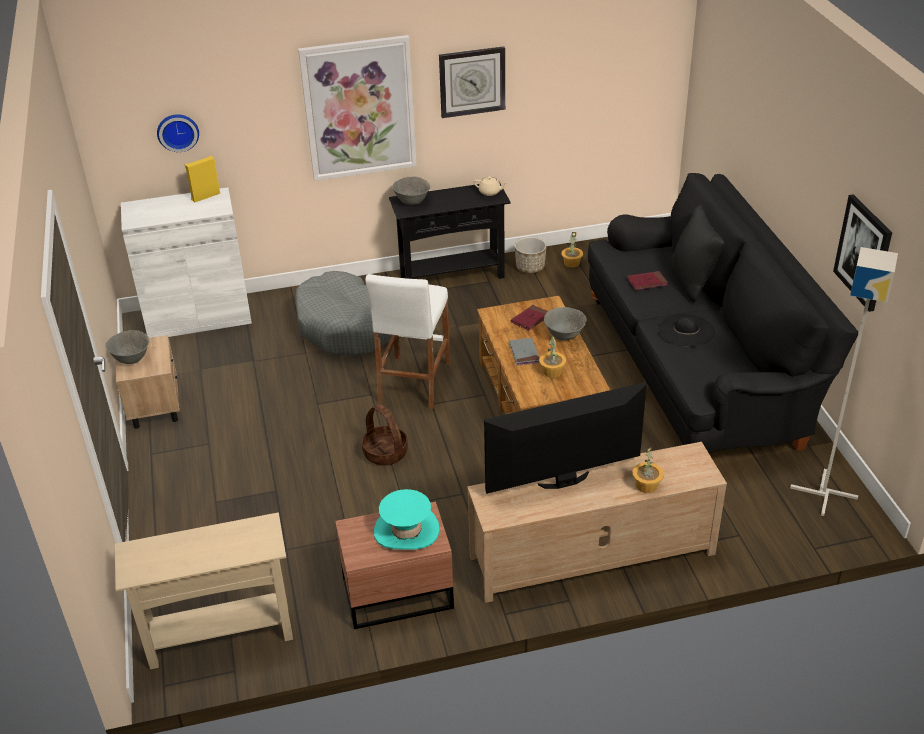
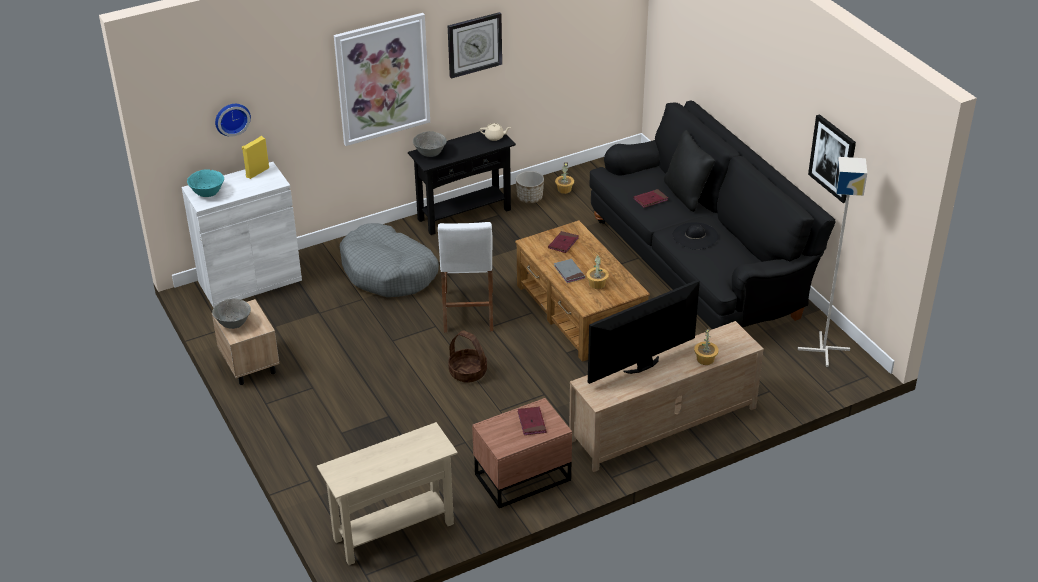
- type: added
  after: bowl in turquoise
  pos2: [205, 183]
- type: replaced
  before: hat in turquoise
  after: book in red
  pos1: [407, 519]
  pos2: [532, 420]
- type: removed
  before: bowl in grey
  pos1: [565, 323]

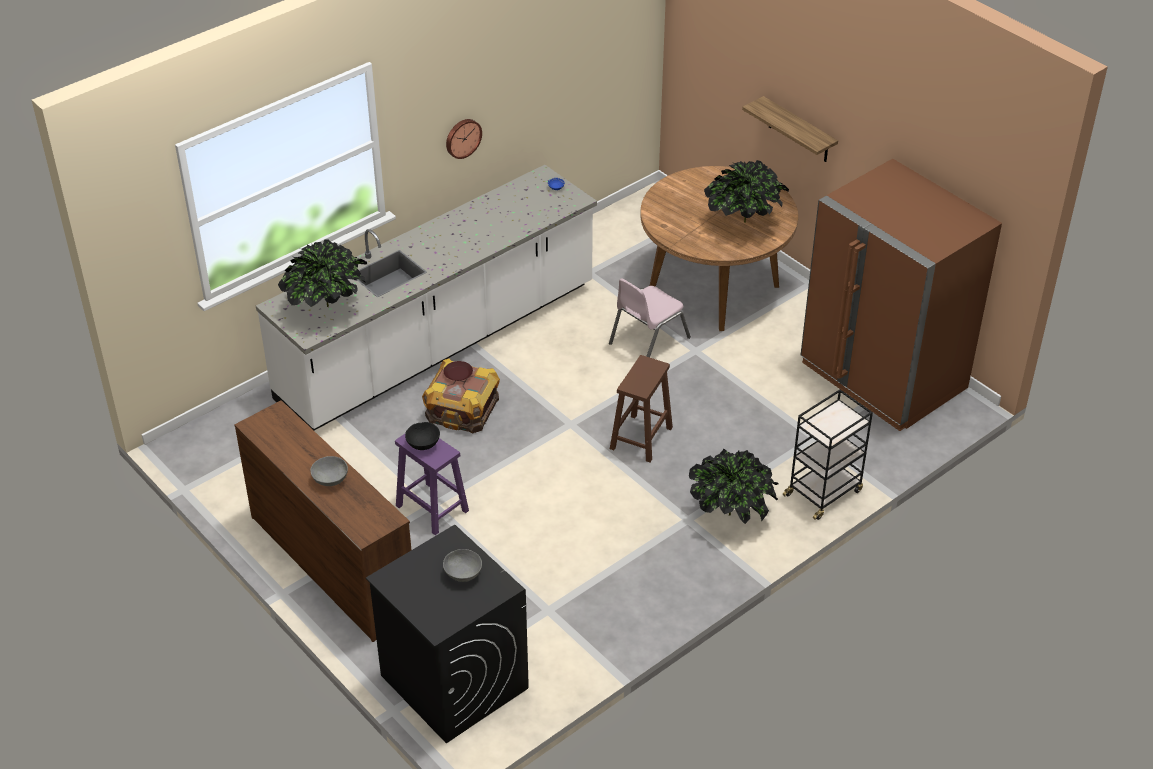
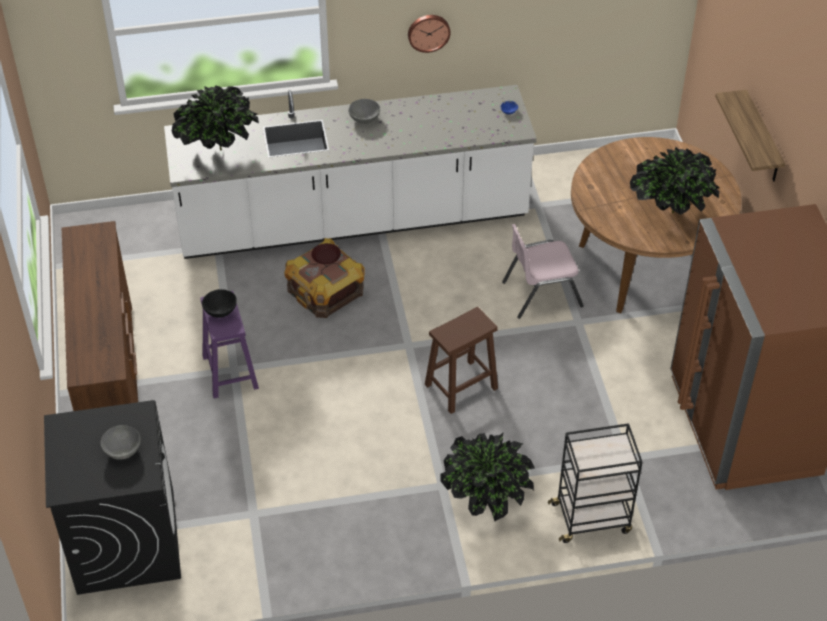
- type: moved
  before: bowl in grey
  pos1: [329, 471]
  pos2: [364, 111]

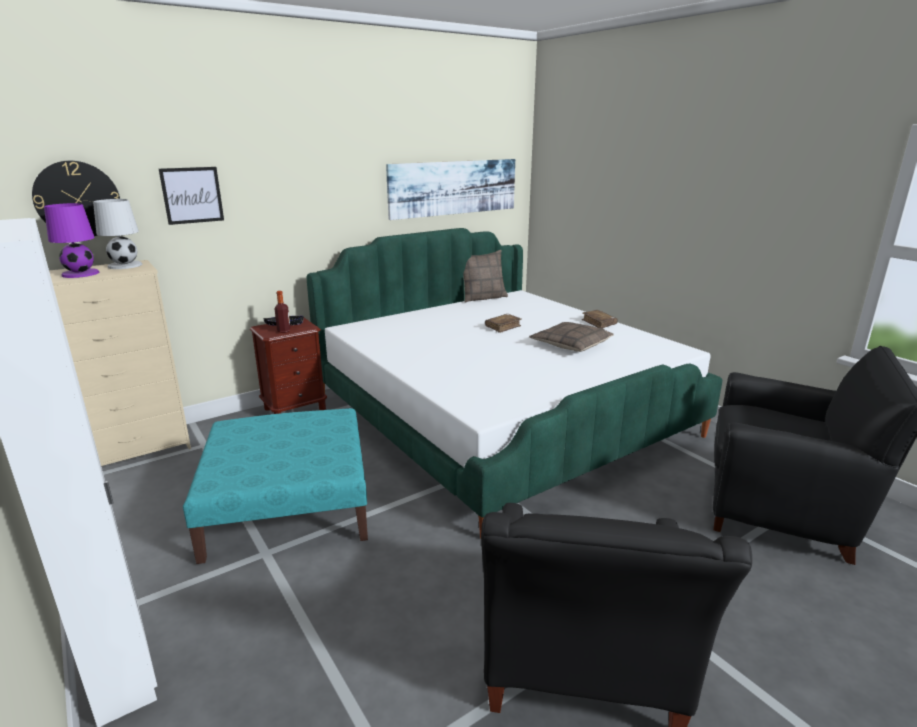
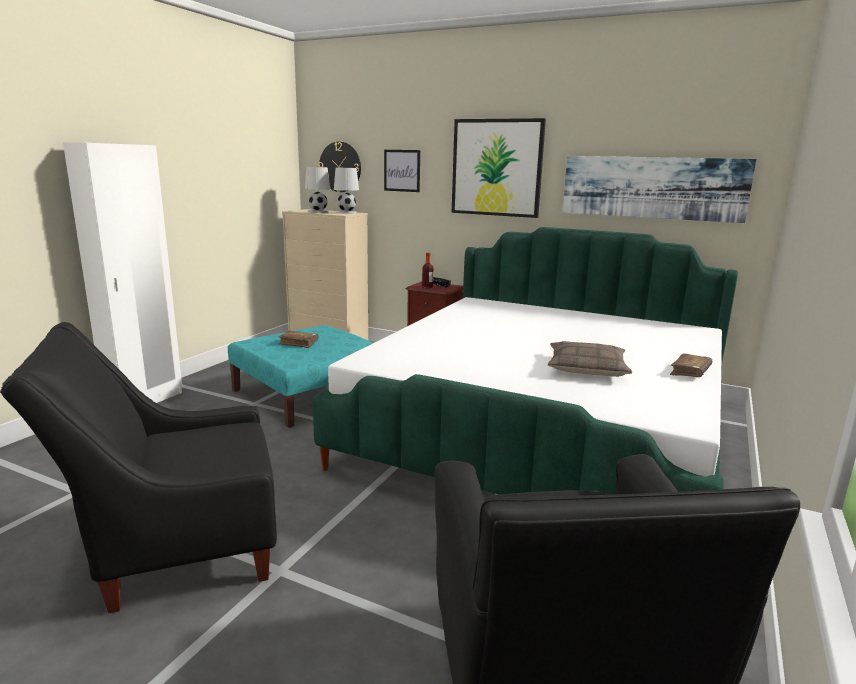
- type: moved
  before: book in brown
  pos1: [503, 323]
  pos2: [298, 339]
- type: recoloured
  before: table lamp in purple
  after: table lamp in white
  pos1: [71, 240]
  pos2: [317, 190]
- type: added
  after: picture
  pos2: [499, 168]
- type: removed
  before: pillow
  pos1: [485, 276]

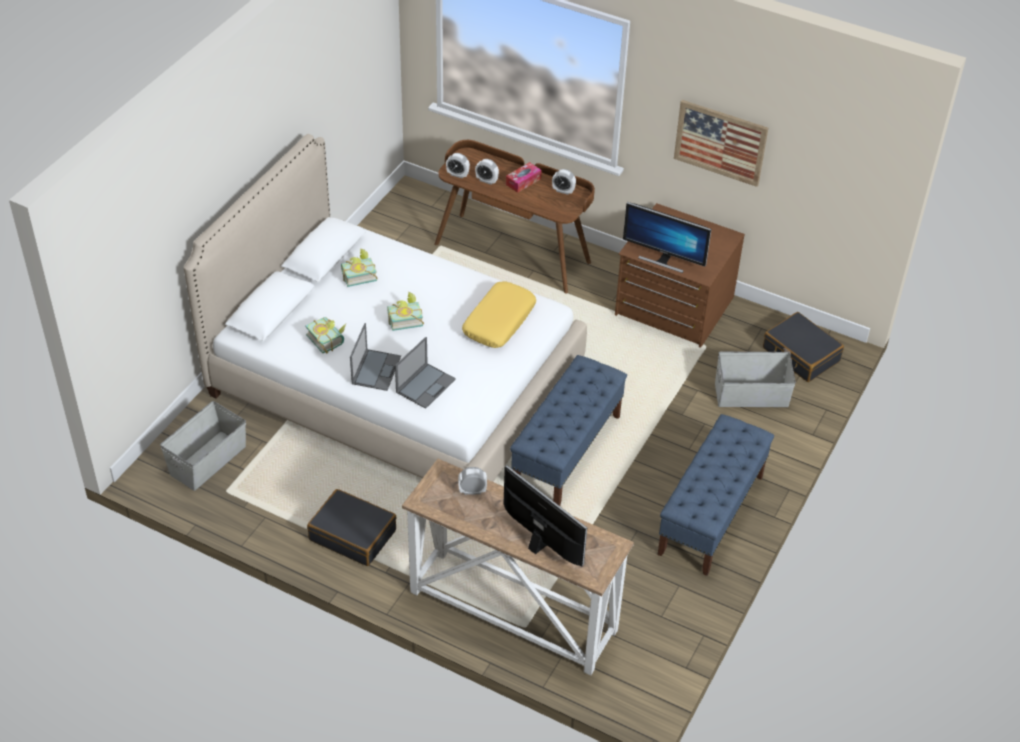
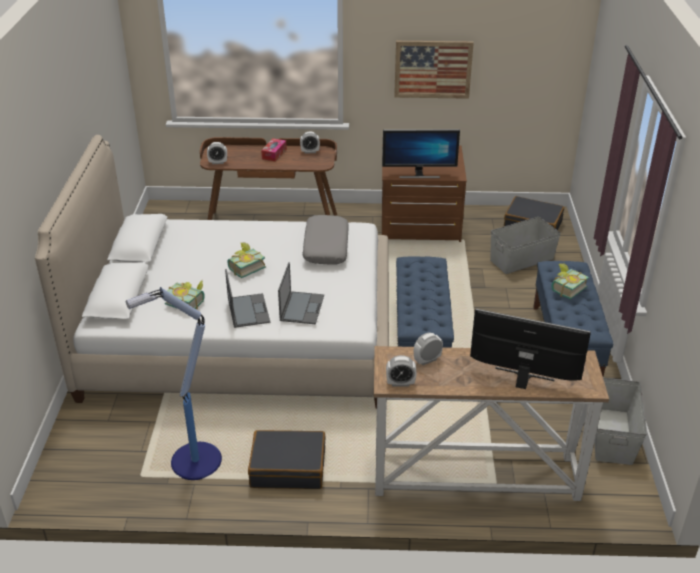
- type: added
  after: floor lamp
  pos2: [174, 383]
- type: recoloured
  before: pillow in yellow
  after: pillow in grey
  pos1: [499, 314]
  pos2: [326, 240]
- type: moved
  before: alarm clock
  pos1: [487, 172]
  pos2: [401, 371]
- type: moved
  before: book
  pos1: [359, 268]
  pos2: [570, 281]
- type: moved
  before: storage box in grey
  pos1: [203, 446]
  pos2: [620, 421]

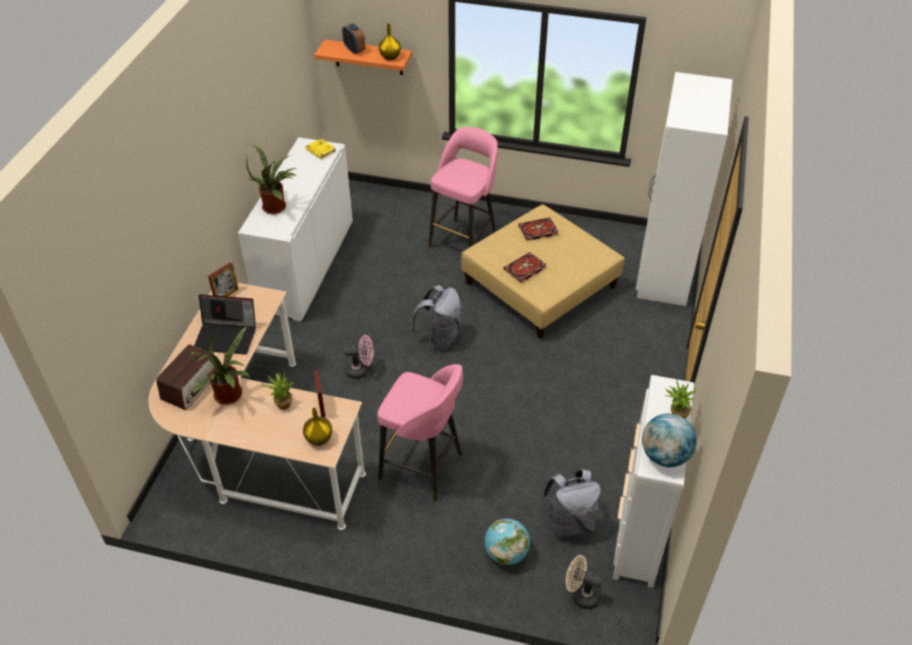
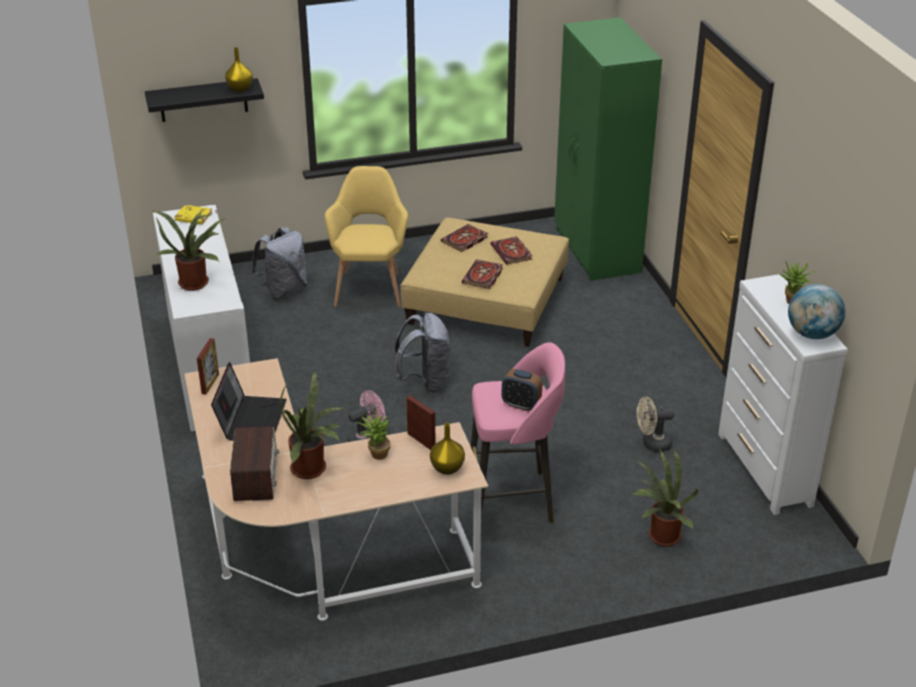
- type: recoloured
  before: shelf in orange
  after: shelf in black
  pos1: [363, 57]
  pos2: [204, 100]
- type: turned
  before: laptop
  pos1: [225, 325]
  pos2: [249, 401]
  turn: -60
- type: moved
  before: backpack in grey
  pos1: [571, 503]
  pos2: [279, 263]
- type: replaced
  before: stool in pink
  after: armchair in yellow
  pos1: [463, 187]
  pos2: [366, 237]
- type: added
  after: book
  pos2: [511, 250]
- type: moved
  before: alarm clock
  pos1: [353, 39]
  pos2: [522, 390]
- type: recoloured
  before: wardrobe in white
  after: wardrobe in green
  pos1: [684, 189]
  pos2: [608, 149]
- type: replaced
  before: globe
  after: potted plant
  pos1: [507, 542]
  pos2: [665, 497]
- type: moved
  before: fan in beige
  pos1: [584, 582]
  pos2: [655, 424]

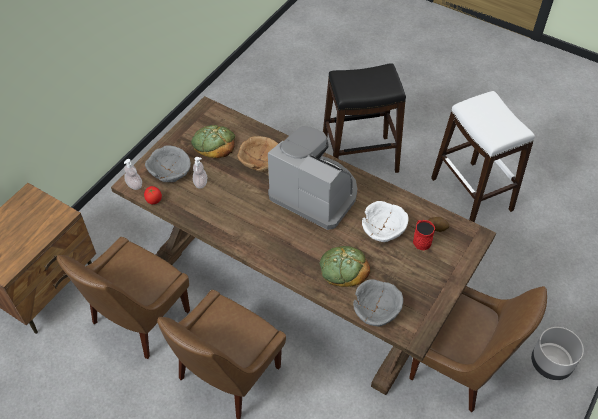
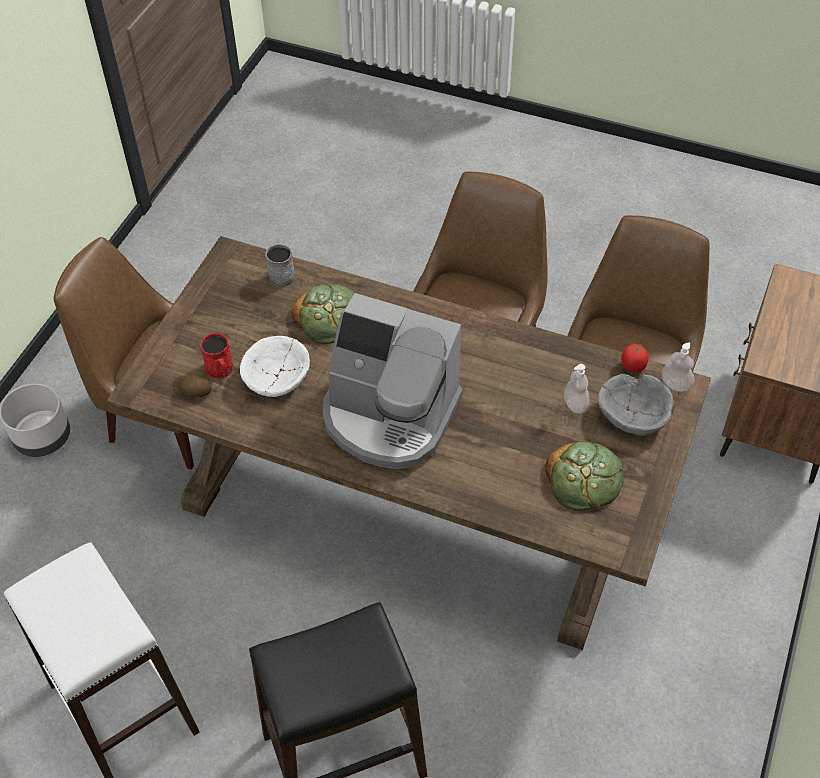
- type: replaced
  before: bowl in grey
  after: mug in grey
  pos1: [378, 303]
  pos2: [280, 265]
- type: removed
  before: bowl in brown
  pos1: [257, 154]

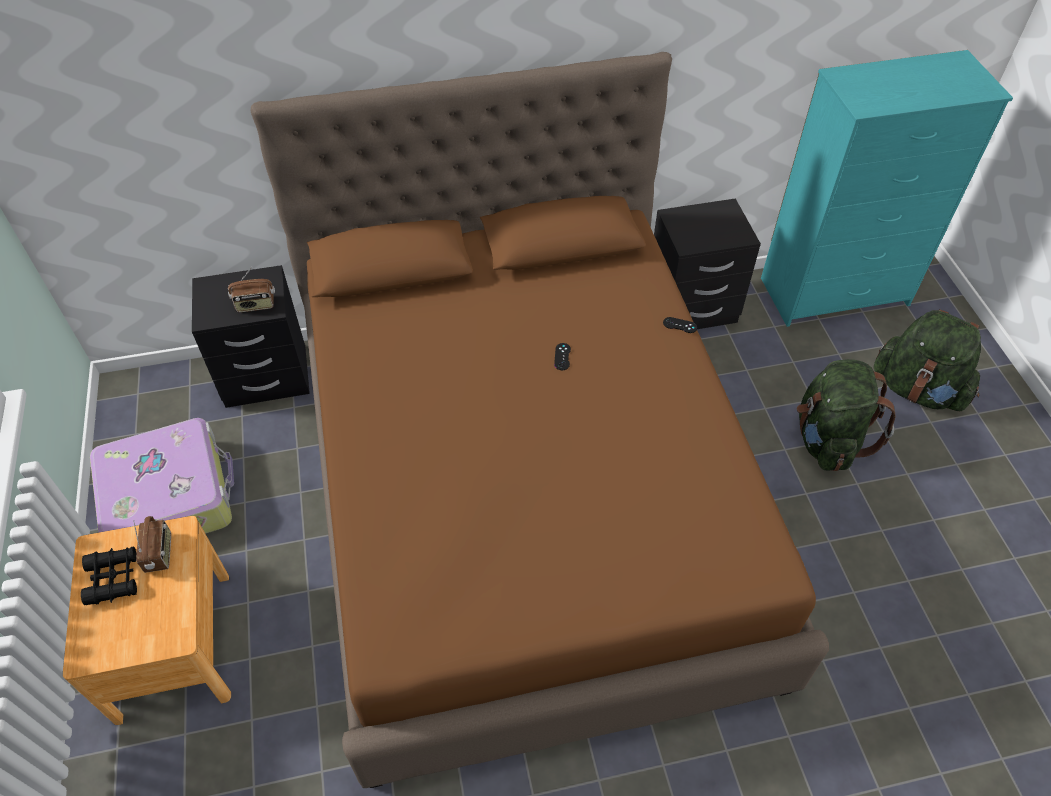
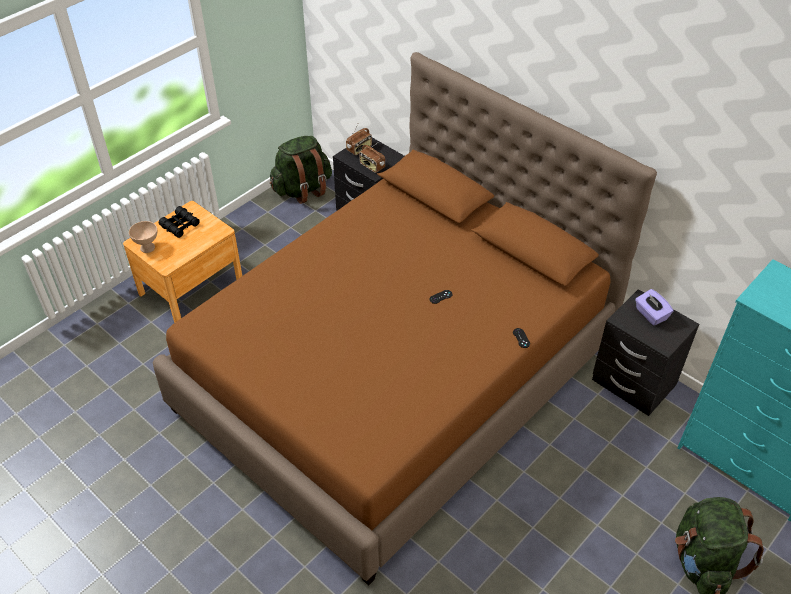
- type: added
  after: bowl in beige
  pos2: [143, 237]
- type: moved
  before: backpack in green
  pos1: [846, 415]
  pos2: [301, 170]
- type: moved
  before: radio
  pos1: [152, 544]
  pos2: [359, 138]
- type: added
  after: tissue box in purple
  pos2: [654, 307]
- type: removed
  before: suitcase
  pos1: [162, 476]

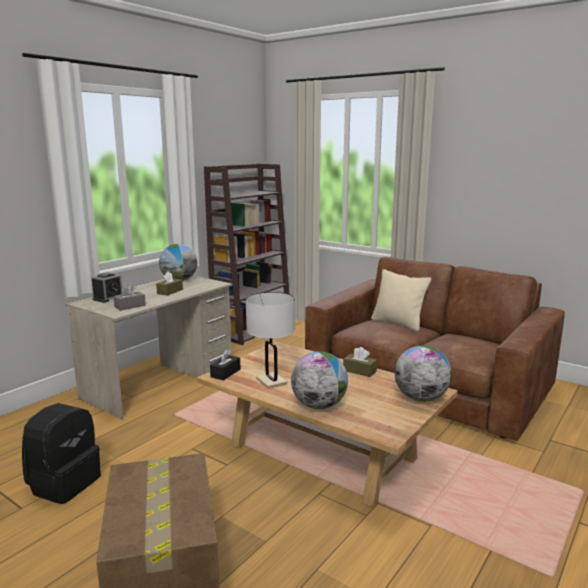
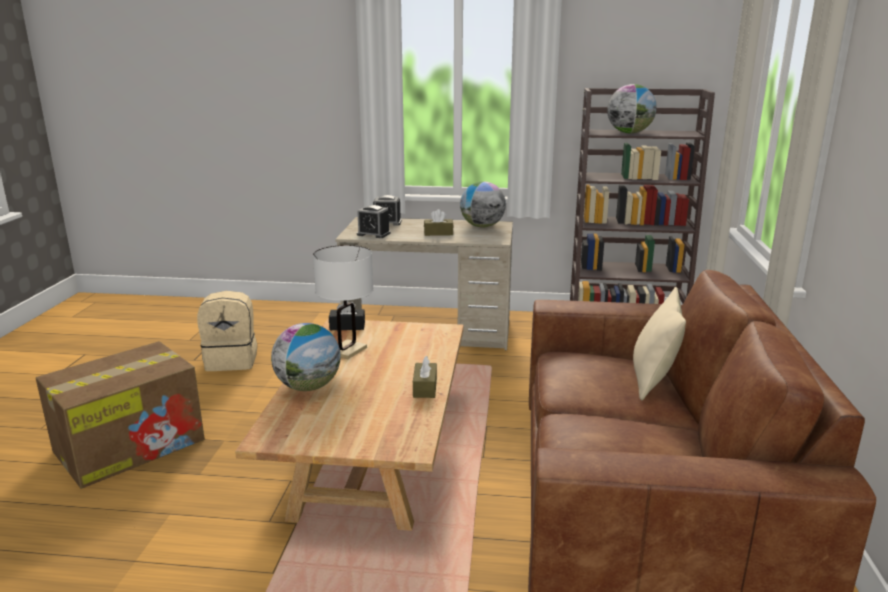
- type: recoloured
  before: backpack in black
  after: backpack in beige
  pos1: [61, 453]
  pos2: [227, 331]
- type: replaced
  before: tissue box in grey
  after: alarm clock
  pos1: [130, 297]
  pos2: [374, 221]
- type: moved
  before: globe
  pos1: [423, 374]
  pos2: [632, 108]

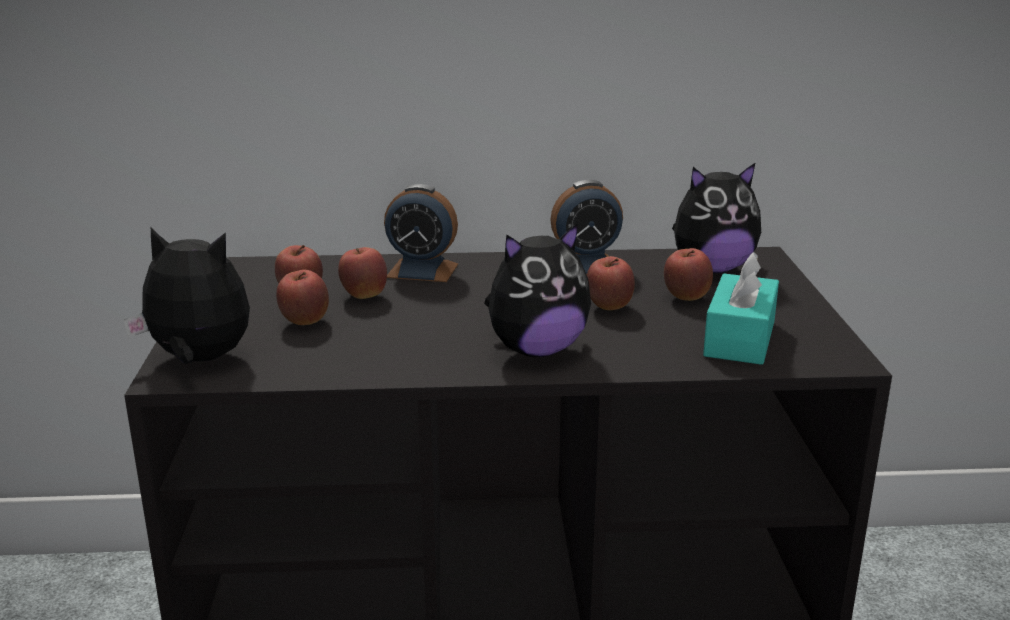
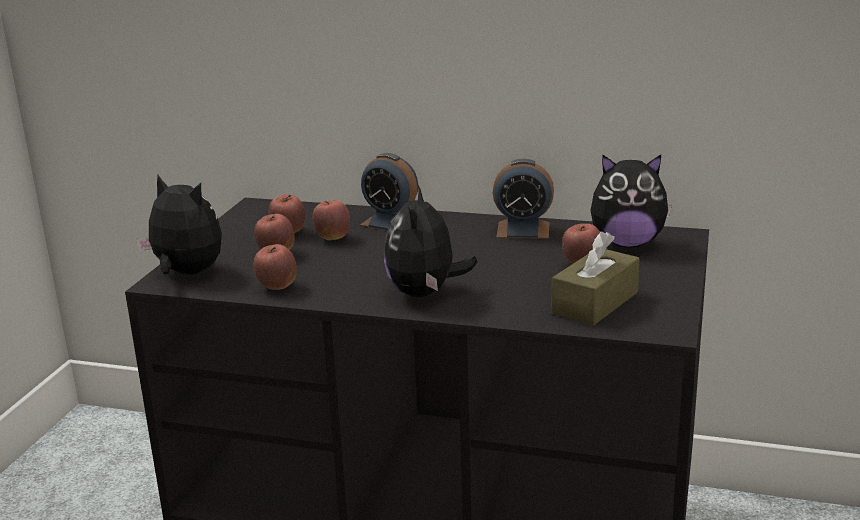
- type: moved
  before: apple
  pos1: [611, 283]
  pos2: [275, 267]
- type: turned
  before: plush toy
  pos1: [537, 290]
  pos2: [430, 241]
  turn: 105
- type: recoloured
  before: tissue box in turquoise
  after: tissue box in brown
  pos1: [741, 308]
  pos2: [595, 279]

